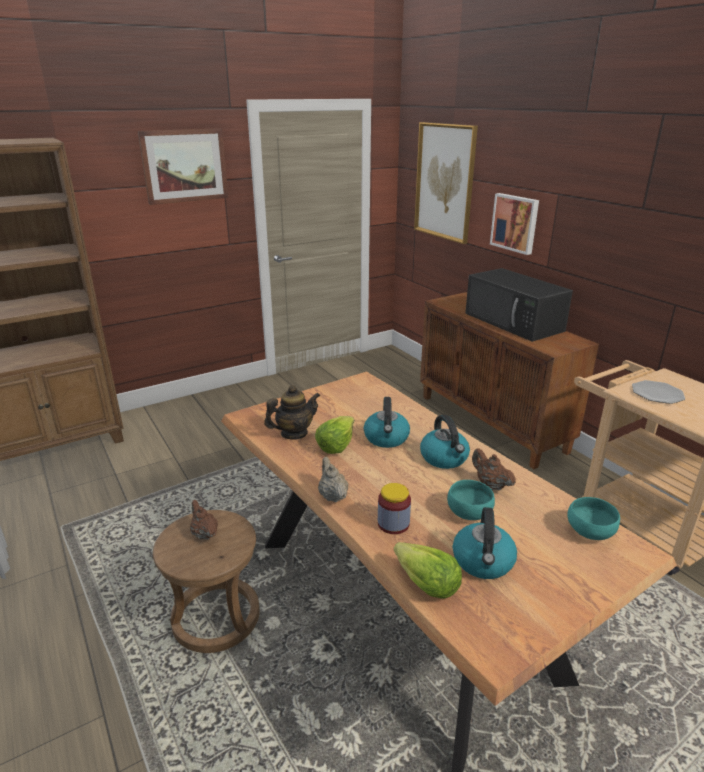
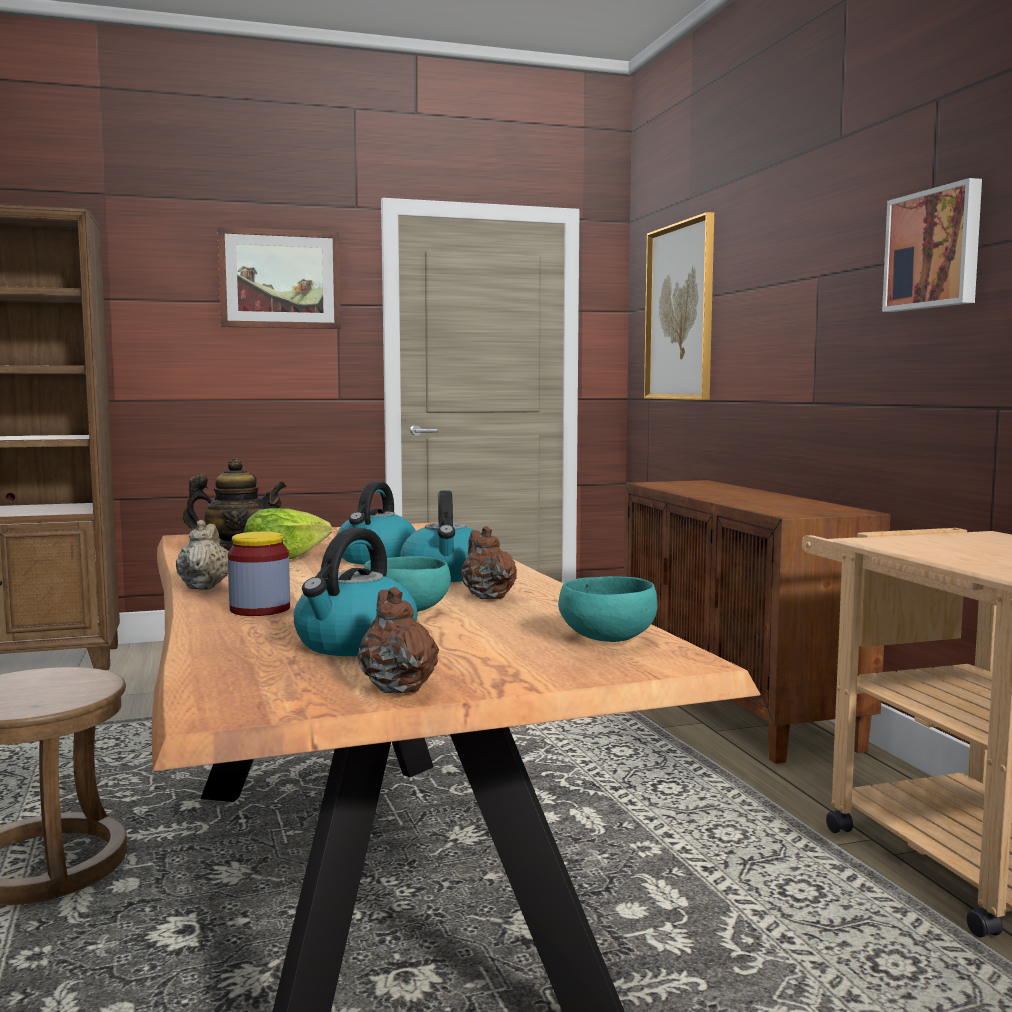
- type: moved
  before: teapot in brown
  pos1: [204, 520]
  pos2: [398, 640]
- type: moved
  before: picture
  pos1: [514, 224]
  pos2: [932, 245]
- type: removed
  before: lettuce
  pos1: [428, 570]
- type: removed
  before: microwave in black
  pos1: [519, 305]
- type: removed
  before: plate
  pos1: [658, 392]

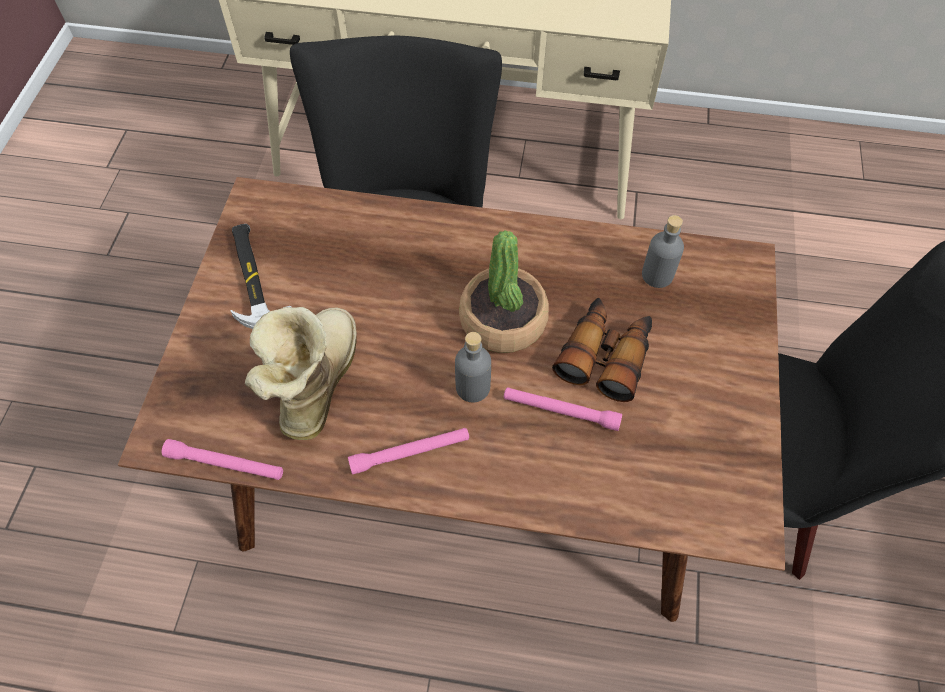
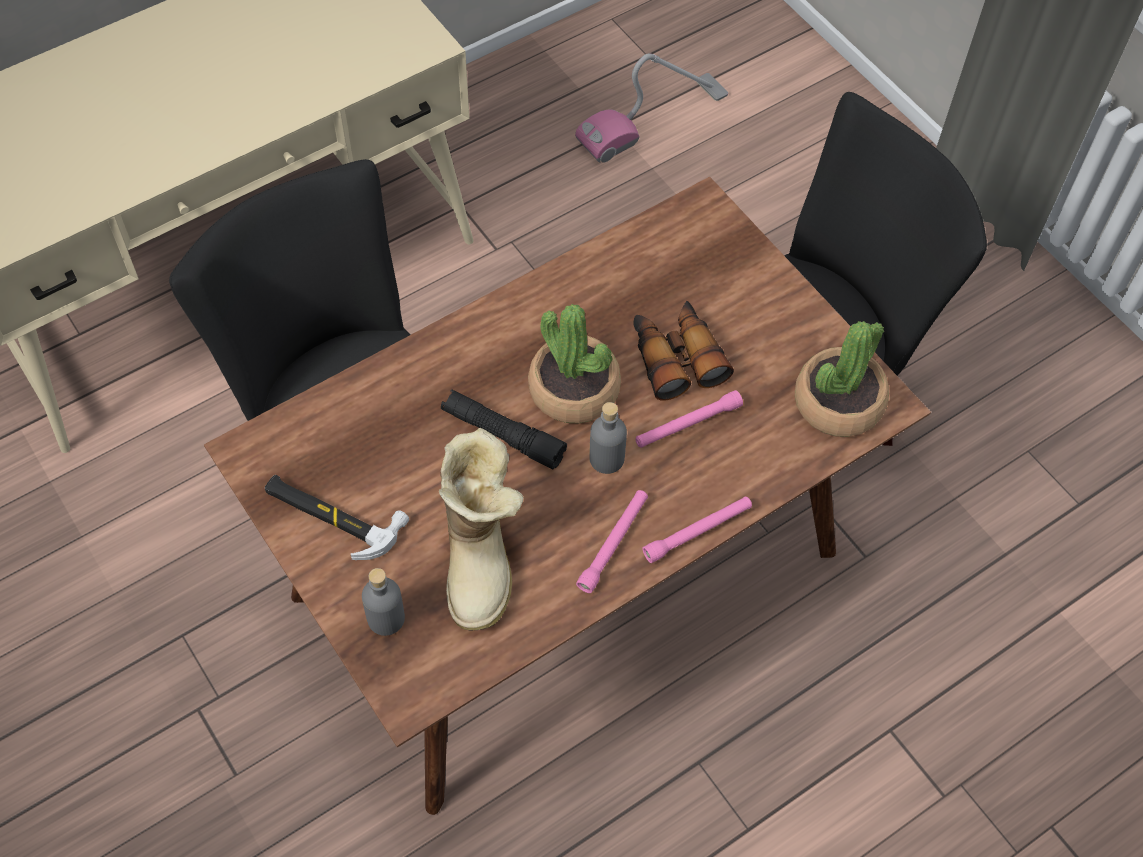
- type: moved
  before: bottle in grey
  pos1: [663, 251]
  pos2: [383, 602]
- type: turned
  before: boot
  pos1: [301, 373]
  pos2: [481, 529]
  turn: -150
- type: added
  after: flashlight in black
  pos2: [504, 429]
- type: added
  after: vacuum cleaner
  pos2: [651, 108]
- type: moved
  before: flashlight in pink
  pos1: [222, 459]
  pos2: [697, 529]
- type: added
  after: potted plant
  pos2: [842, 379]

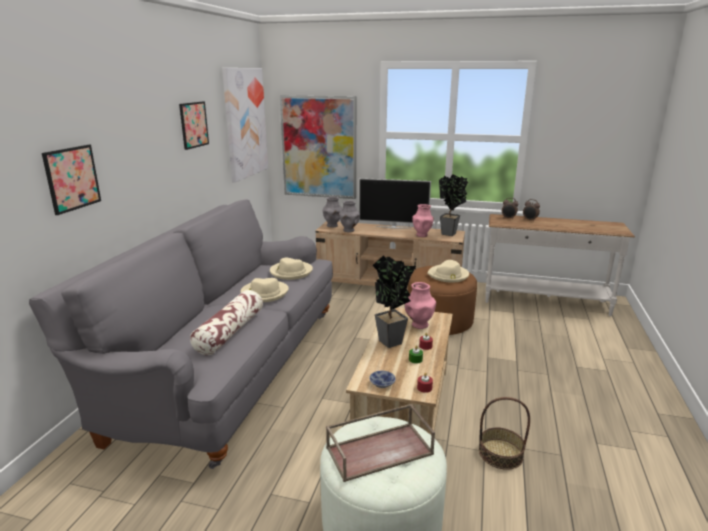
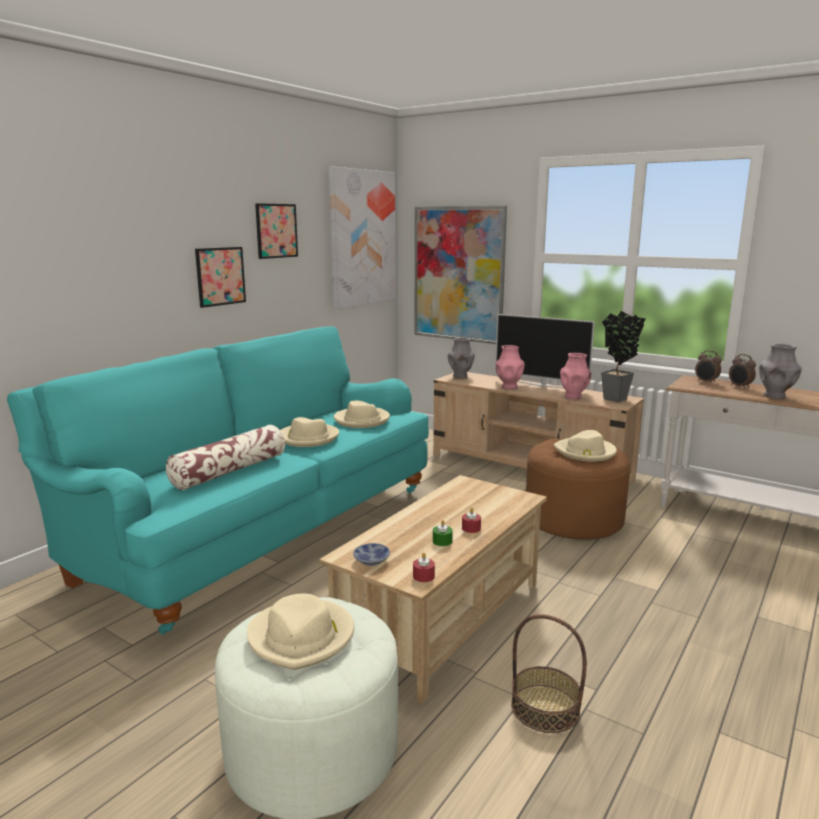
- type: recoloured
  before: sofa in grey
  after: sofa in turquoise
  pos1: [181, 334]
  pos2: [218, 480]
- type: moved
  before: picture
  pos1: [71, 180]
  pos2: [220, 277]
- type: replaced
  before: tray in brown
  after: hat in beige
  pos1: [380, 443]
  pos2: [300, 631]
- type: moved
  before: vase in pink
  pos1: [420, 305]
  pos2: [510, 367]
- type: moved
  before: vase in grey
  pos1: [349, 216]
  pos2: [780, 371]
- type: removed
  before: potted plant
  pos1: [394, 301]

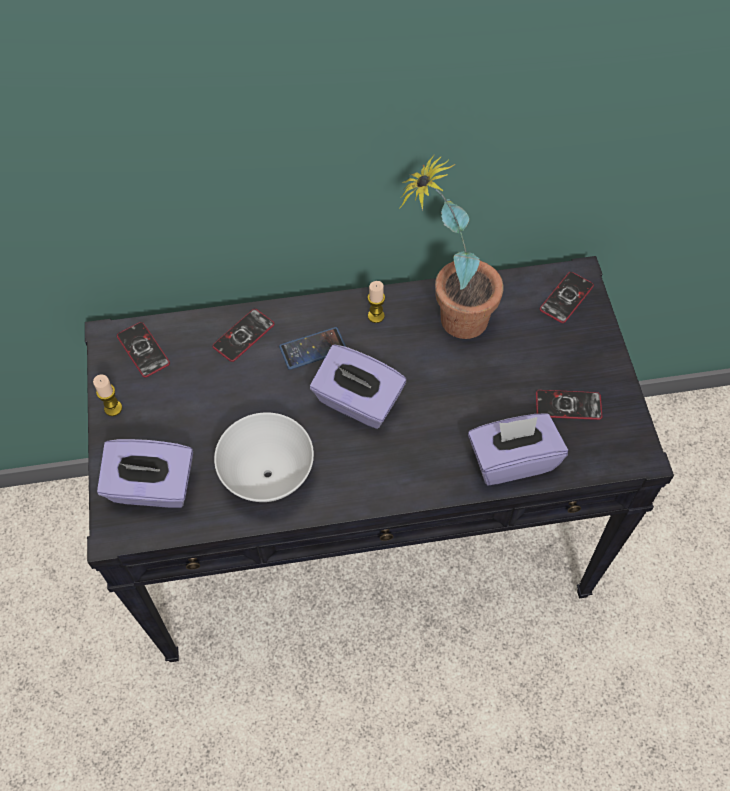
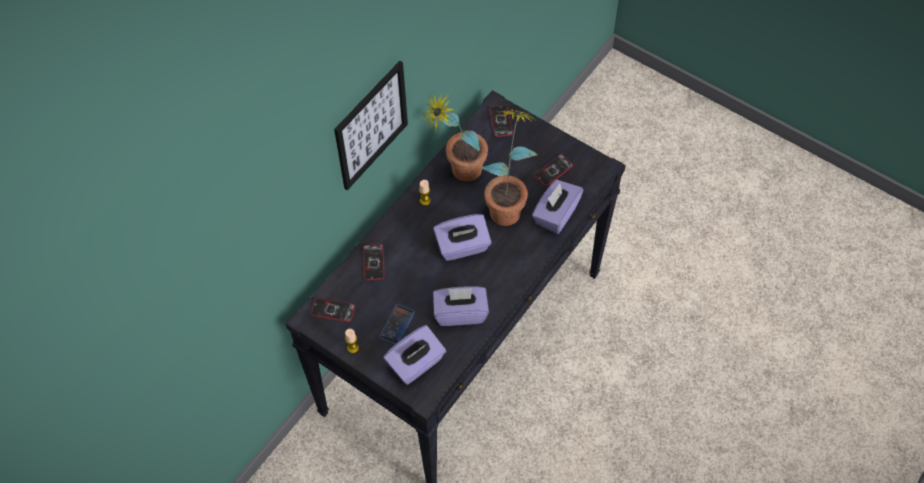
- type: added
  after: picture
  pos2: [371, 125]
- type: moved
  before: phone
  pos1: [312, 348]
  pos2: [397, 324]
- type: replaced
  before: bowl in white
  after: tissue box in purple
  pos1: [264, 457]
  pos2: [461, 306]
- type: added
  after: potted plant
  pos2: [509, 167]

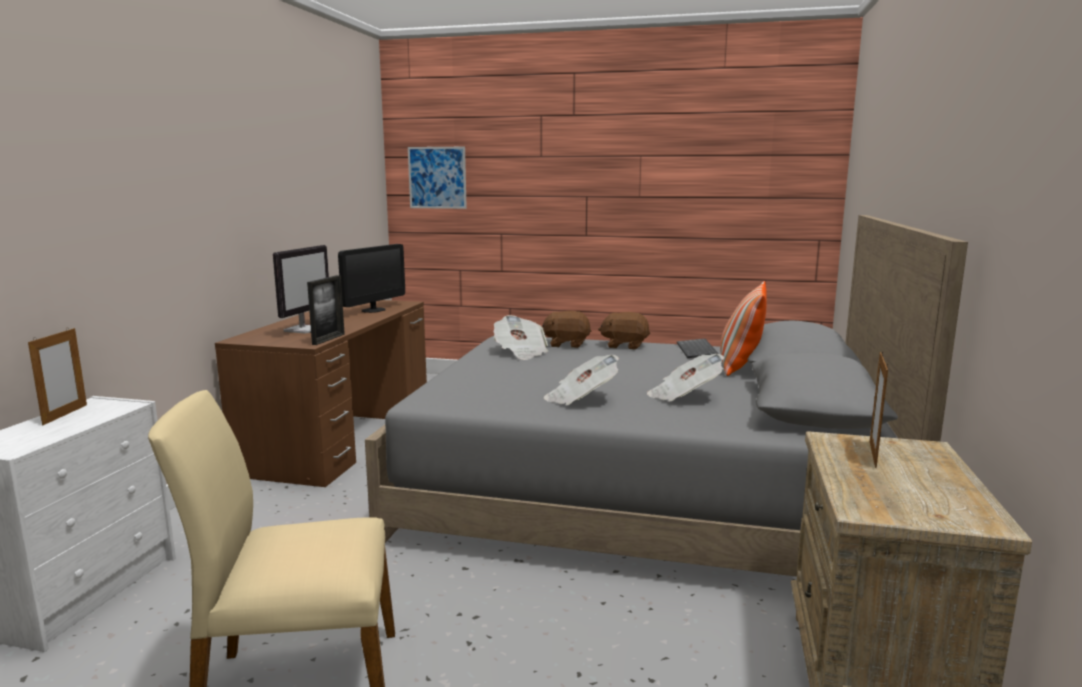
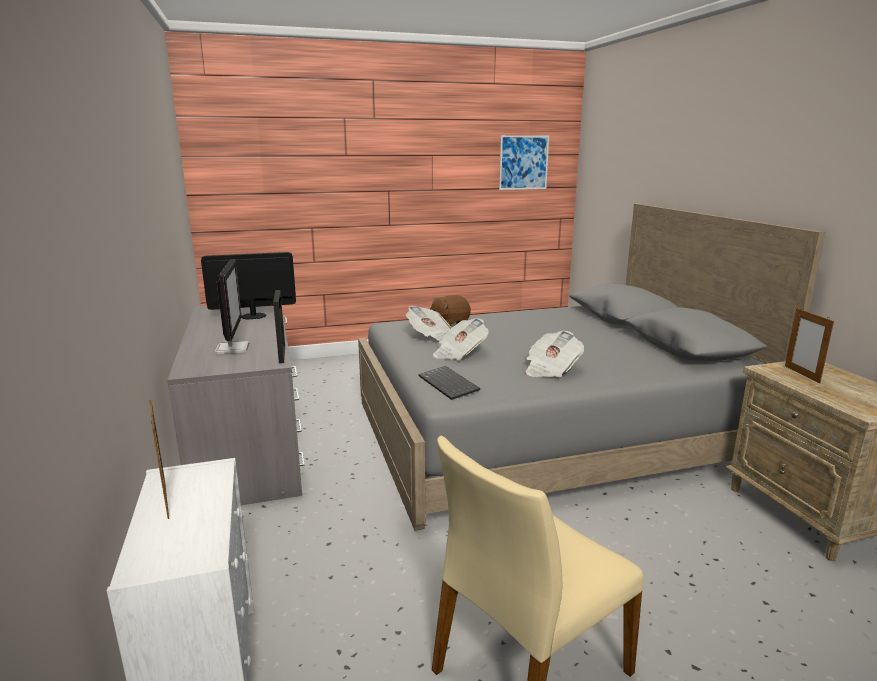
- type: recoloured
  before: desk in brown
  after: desk in grey
  pos1: [321, 393]
  pos2: [236, 405]
- type: turned
  before: monitor
  pos1: [371, 278]
  pos2: [248, 286]
  turn: -105
- type: moved
  before: keyboard
  pos1: [697, 348]
  pos2: [449, 383]
- type: moved
  before: newspaper
  pos1: [686, 377]
  pos2: [461, 339]
- type: moved
  before: picture
  pos1: [437, 178]
  pos2: [524, 162]
- type: removed
  before: plush toy in brown
  pos1: [624, 331]
- type: removed
  before: pillow
  pos1: [743, 328]

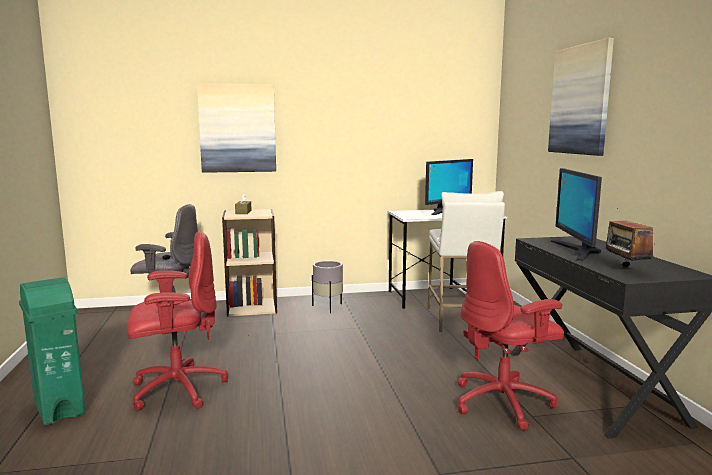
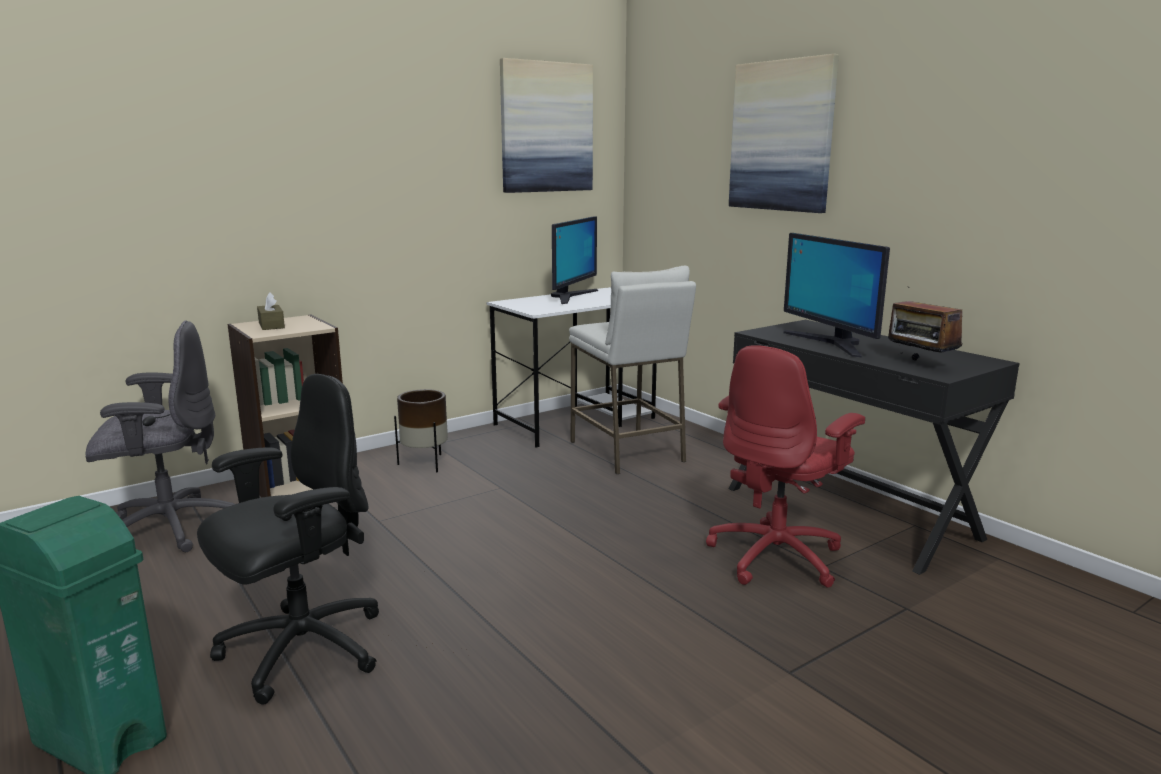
- type: recoloured
  before: office chair in red
  after: office chair in black
  pos1: [177, 321]
  pos2: [288, 539]
- type: recoloured
  before: planter in grey
  after: planter in brown
  pos1: [327, 287]
  pos2: [421, 430]
- type: moved
  before: picture
  pos1: [236, 128]
  pos2: [546, 125]

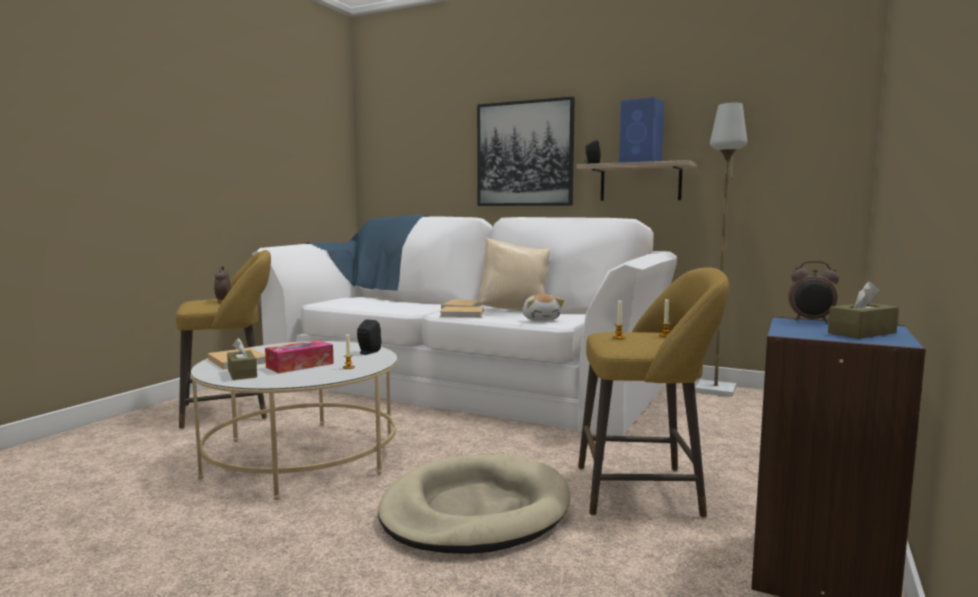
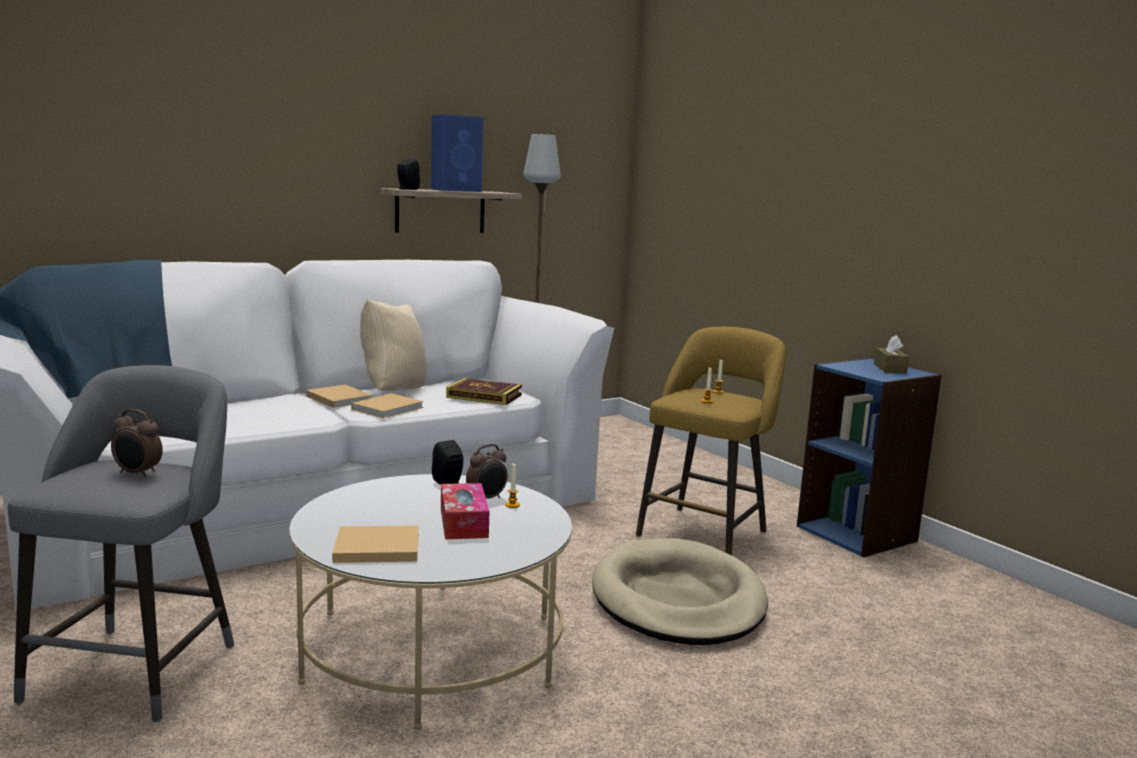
- type: recoloured
  before: stool in yellow
  after: stool in grey
  pos1: [223, 339]
  pos2: [121, 544]
- type: replaced
  before: plush toy
  after: book
  pos1: [543, 307]
  pos2: [484, 391]
- type: moved
  before: alarm clock
  pos1: [813, 292]
  pos2: [487, 471]
- type: removed
  before: tissue box in brown
  pos1: [242, 359]
- type: removed
  before: picture
  pos1: [526, 151]

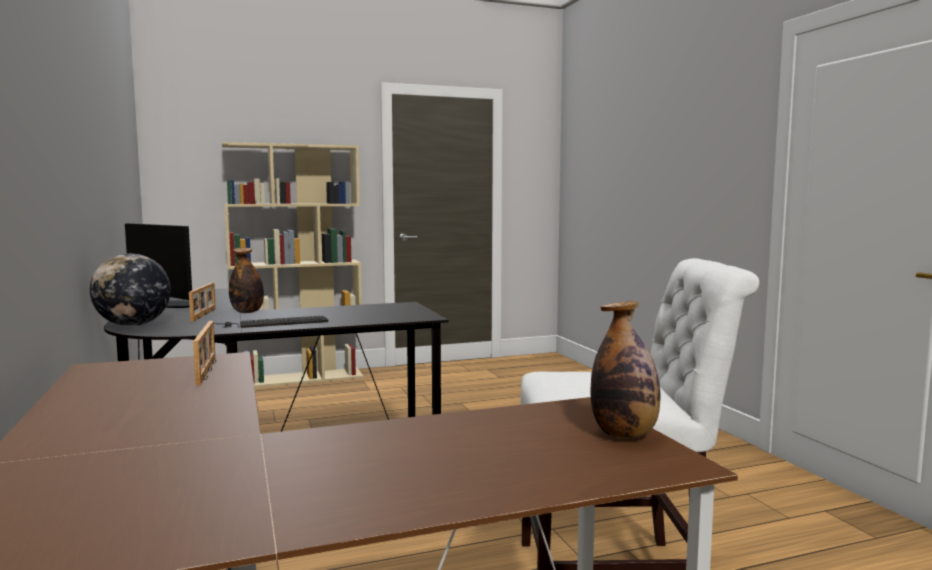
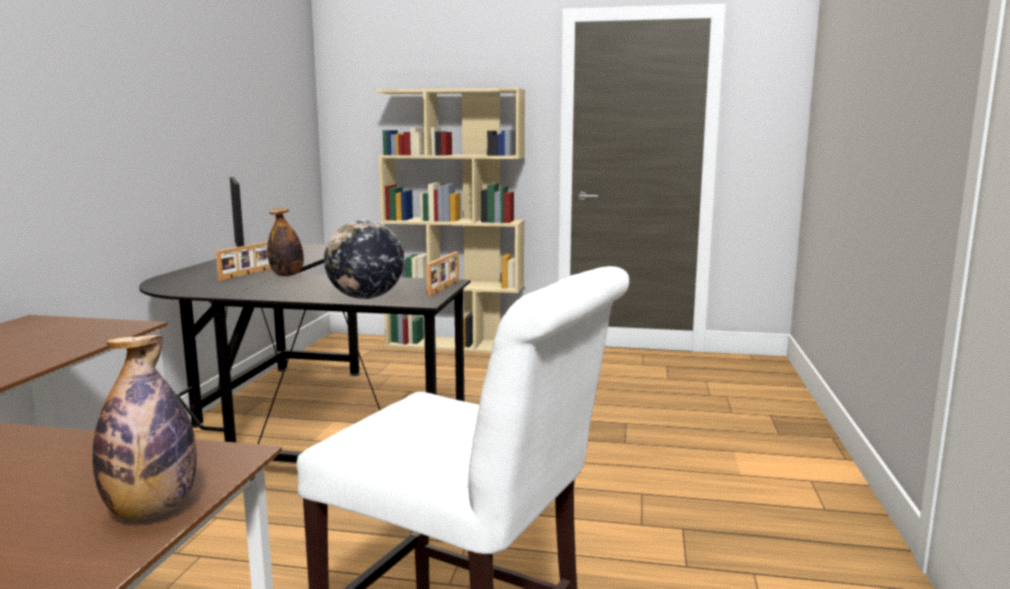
- type: moved
  before: globe
  pos1: [130, 290]
  pos2: [364, 259]
- type: moved
  before: picture frame
  pos1: [204, 353]
  pos2: [442, 274]
- type: removed
  before: keyboard
  pos1: [271, 322]

